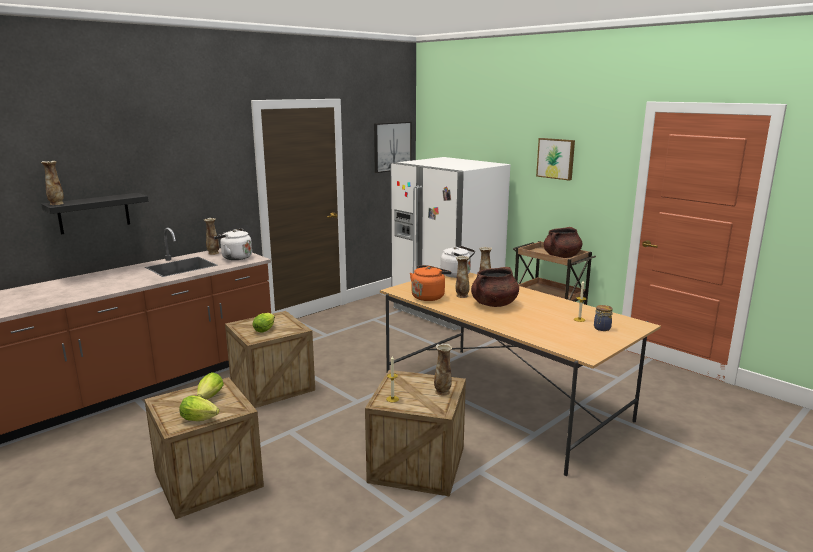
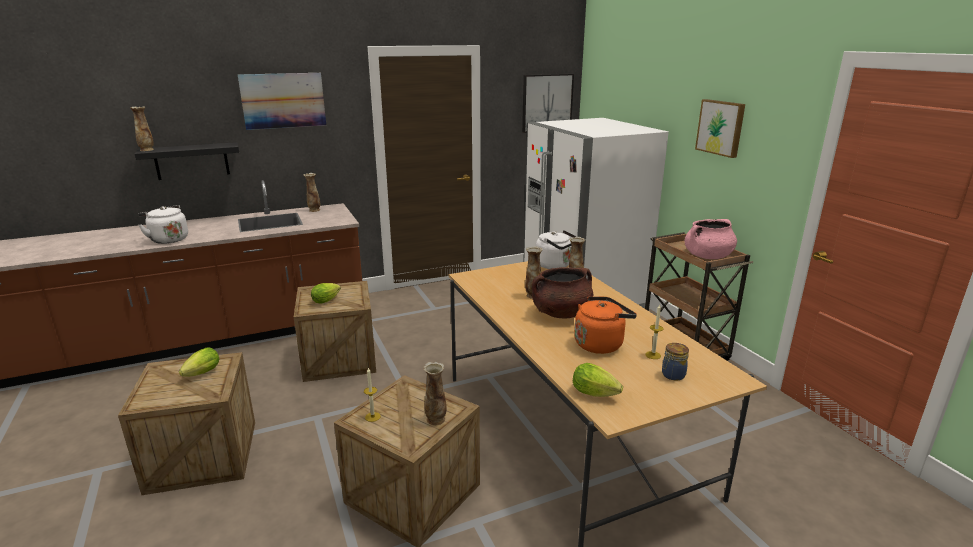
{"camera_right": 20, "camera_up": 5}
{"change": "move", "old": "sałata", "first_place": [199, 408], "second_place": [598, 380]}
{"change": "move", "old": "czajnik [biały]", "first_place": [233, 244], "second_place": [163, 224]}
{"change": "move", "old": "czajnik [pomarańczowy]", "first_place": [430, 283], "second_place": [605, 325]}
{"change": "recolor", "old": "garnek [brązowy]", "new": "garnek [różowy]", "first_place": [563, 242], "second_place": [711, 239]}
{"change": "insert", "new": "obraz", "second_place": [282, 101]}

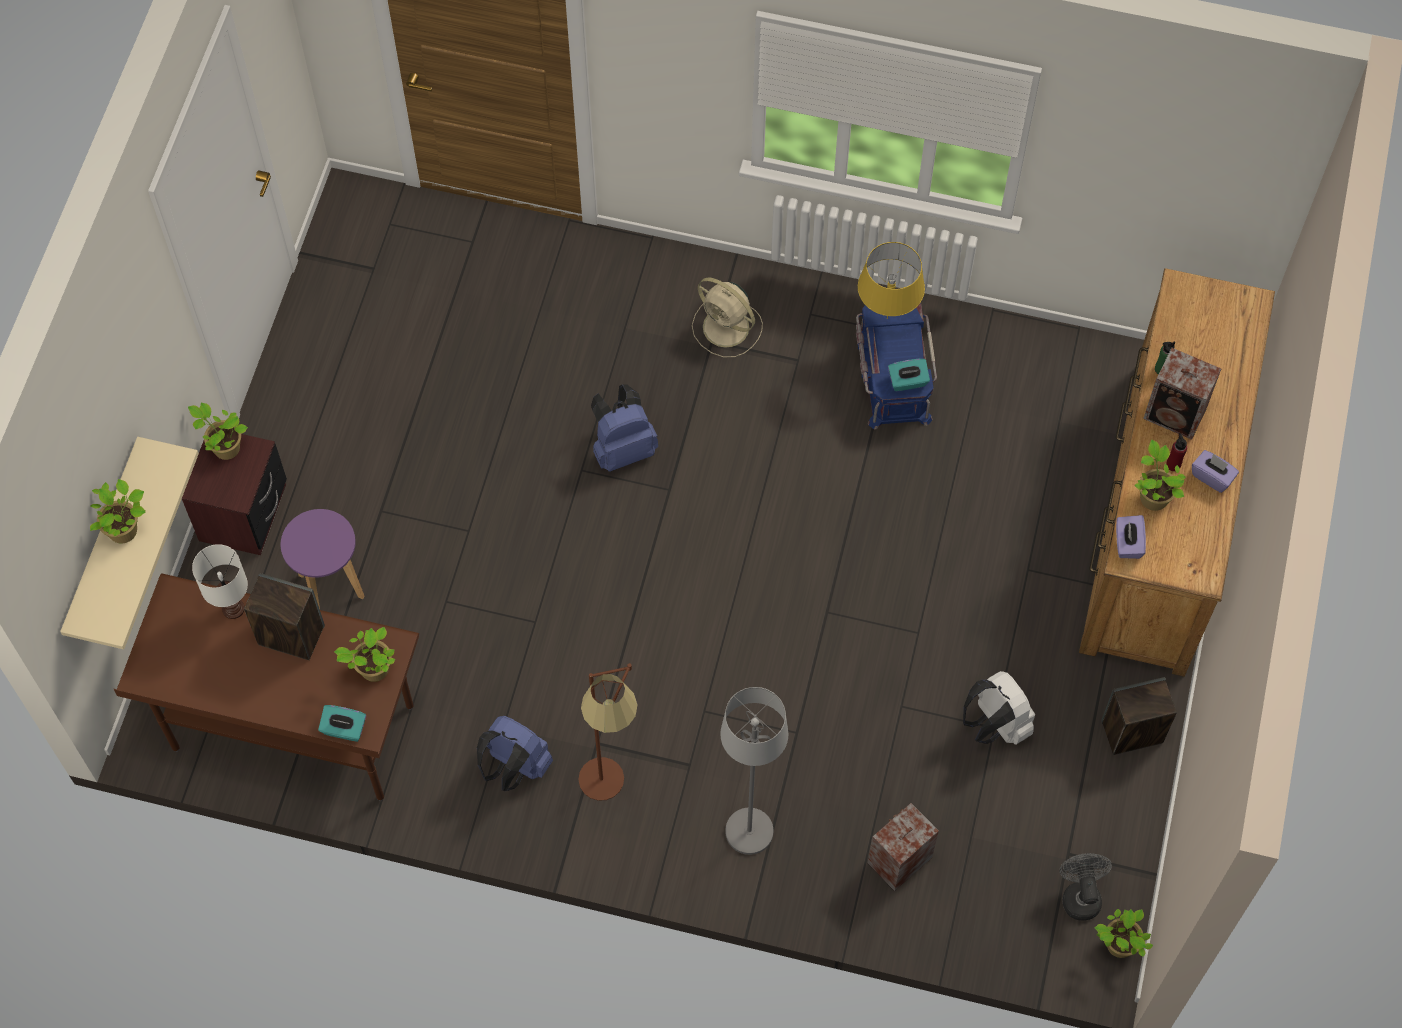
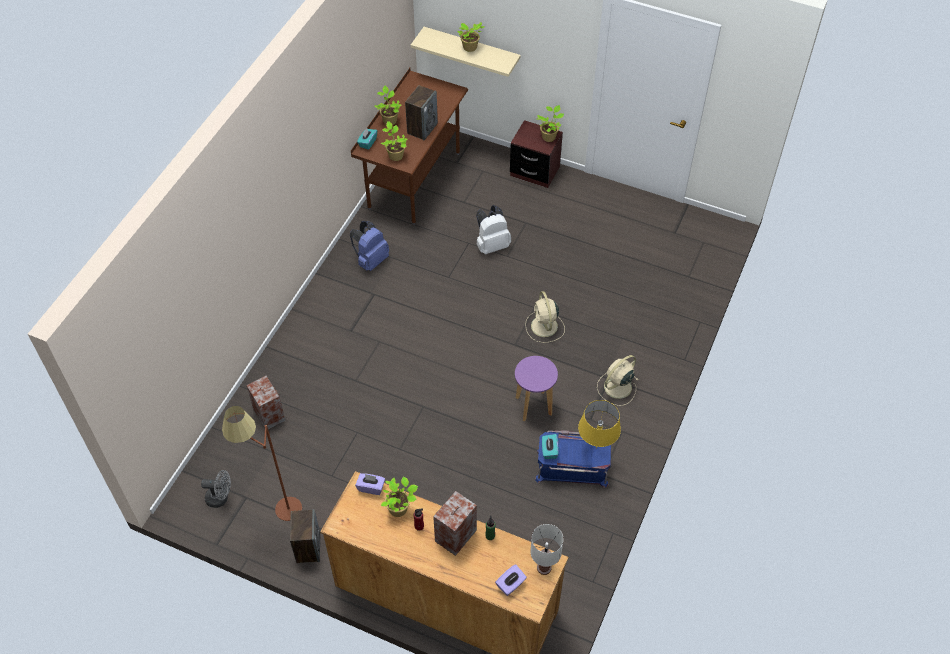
{"camera_right": 100, "camera_up": -10}
{"change": "move", "old": "lampa stołowa [biały]", "first_place": [220, 581], "second_place": [546, 549]}
{"change": "move", "old": "stołek [fioletowy]", "first_place": [323, 559], "second_place": [536, 388]}
{"change": "move", "old": "lampa stojąca [brązowy]", "first_place": [607, 732], "second_place": [262, 463]}
{"change": "replace", "old": "plecak [niebieski]", "new": "wentylator [beżowy]", "first_place": [624, 428], "second_place": [545, 317]}
{"change": "delete", "old": "lampa stojąca [szary]", "first_place": [754, 771]}
{"change": "move", "old": "plecak [biały]", "first_place": [999, 708], "second_place": [493, 229]}
{"change": "move", "old": "roślina doniczkowa", "first_place": [1124, 933], "second_place": [388, 105]}
{"change": "move", "old": "pudełko chusteczek [fioletowy]", "first_place": [1215, 471], "second_place": [511, 580]}

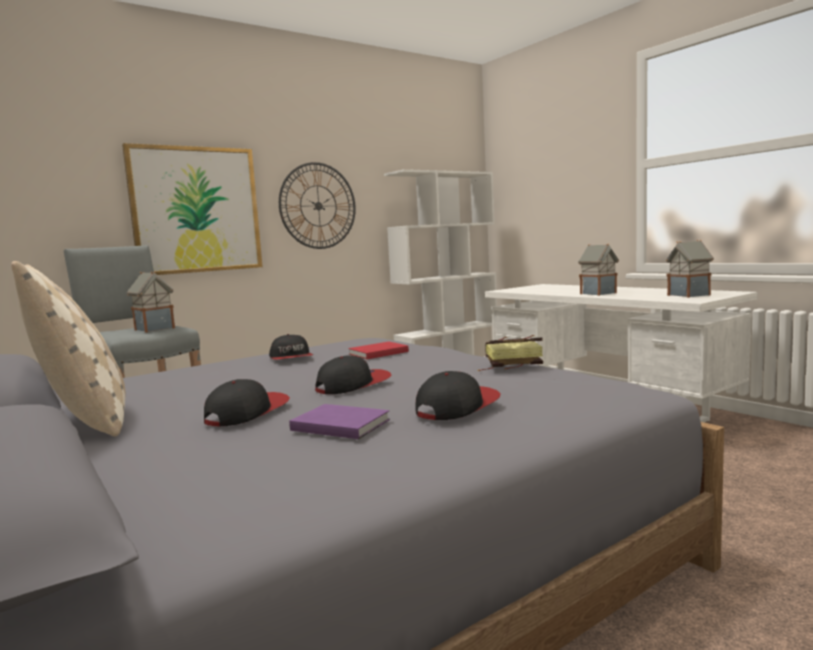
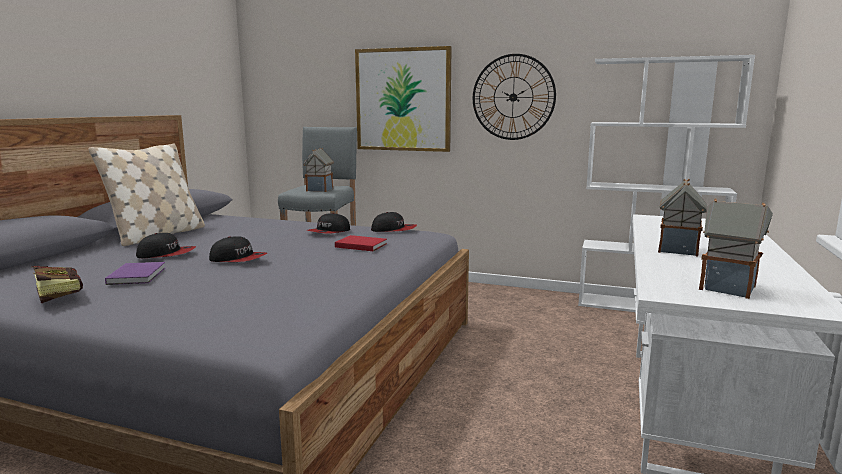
{"camera_right": 55, "camera_up": 5}
{"change": "move", "old": "czapka z daszkiem", "first_place": [458, 395], "second_place": [394, 222]}
{"change": "move", "old": "książka", "first_place": [510, 353], "second_place": [57, 284]}

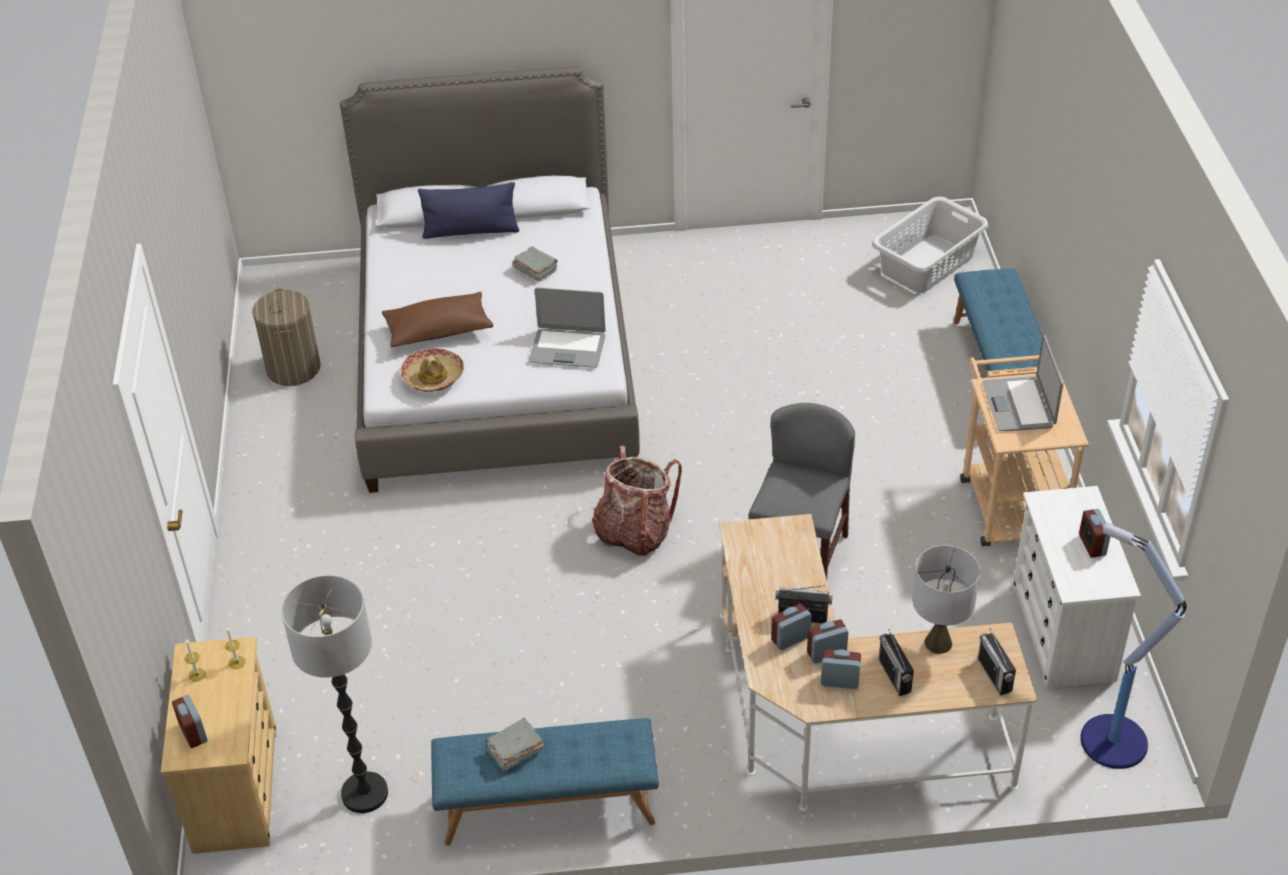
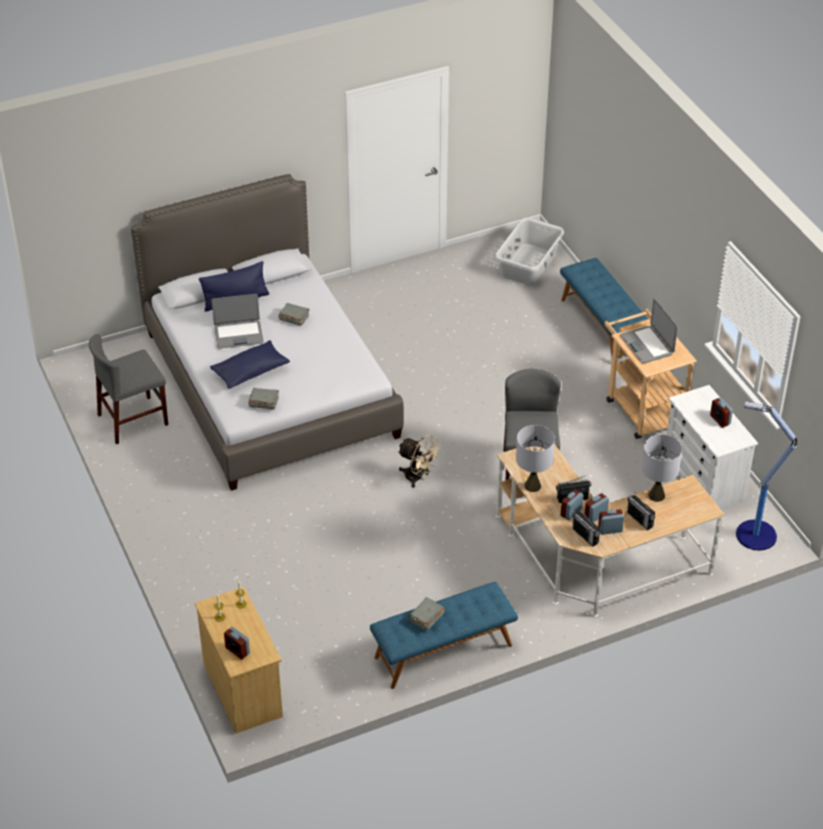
{"camera_right": -20, "camera_up": 0}
{"change": "replace", "old": "kosz na pranie", "new": "krzesło [szary]", "first_place": [286, 337], "second_place": [128, 389]}
{"change": "delete", "old": "lampa stojąca", "first_place": [334, 694]}
{"change": "recolor", "old": "poduszka [brązowy]", "new": "poduszka [niebieski]", "first_place": [437, 319], "second_place": [250, 364]}
{"change": "replace", "old": "kapelusz", "new": "książka [szary]", "first_place": [432, 370], "second_place": [263, 398]}
{"change": "move", "old": "laptop", "first_place": [567, 327], "second_place": [238, 321]}
{"change": "replace", "old": "plecak", "new": "wentylator [beżowy]", "first_place": [637, 501], "second_place": [419, 461]}
{"change": "move", "old": "radio", "first_place": [997, 662], "second_place": [586, 527]}
{"change": "insert", "new": "lampa stołowa [szary]", "second_place": [535, 458]}

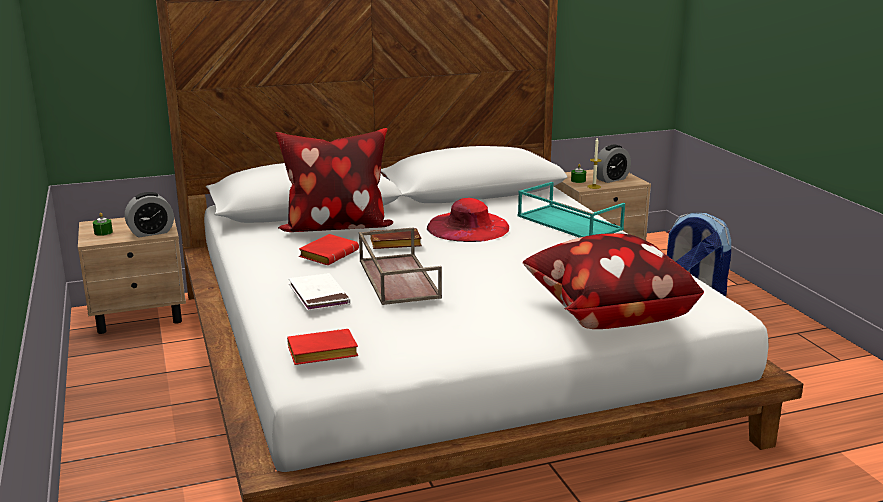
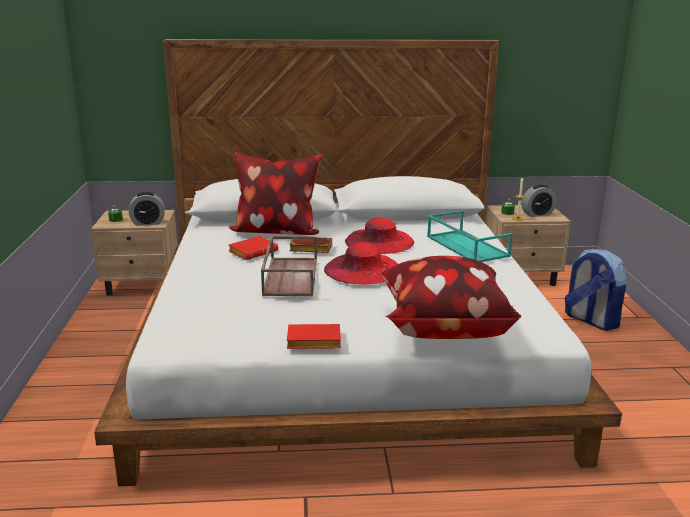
{"camera_right": 15, "camera_up": 0}
{"change": "move", "old": "książka [czerwony]", "first_place": [322, 347], "second_place": [314, 336]}
{"change": "delete", "old": "książka [biały]", "first_place": [319, 292]}
{"change": "insert", "new": "kapelusz [czerwony]", "second_place": [361, 263]}

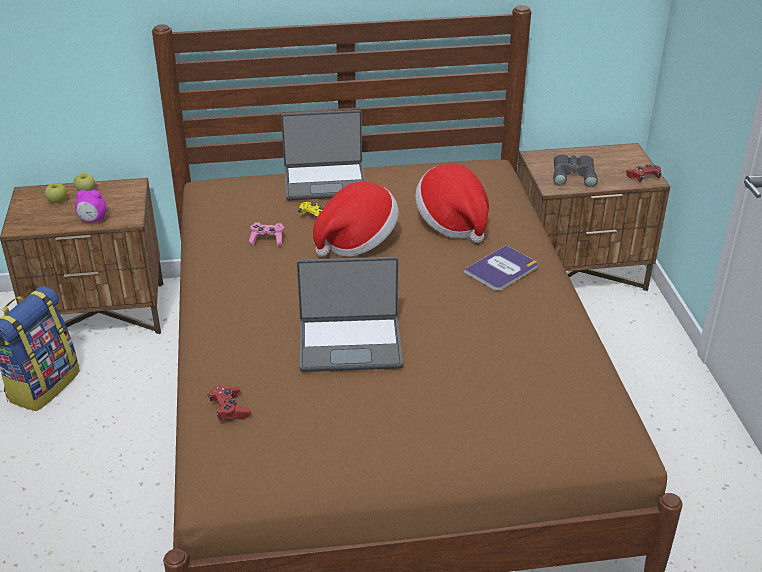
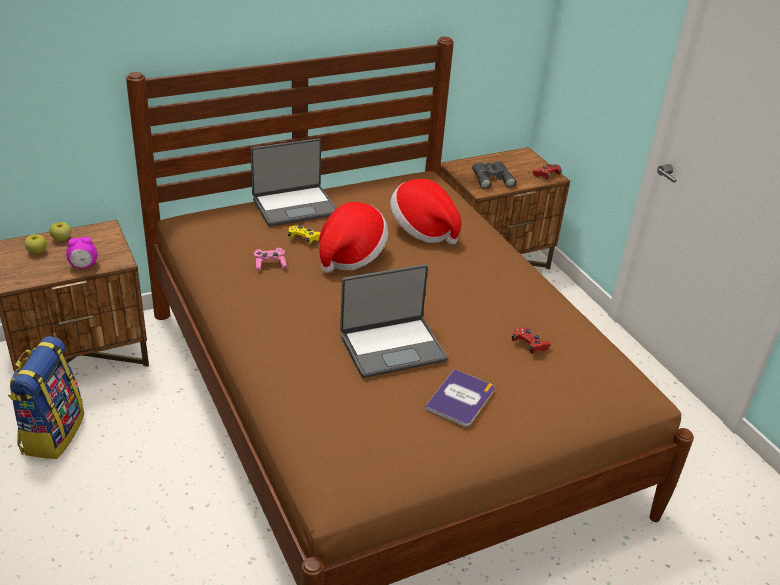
{"camera_right": -20, "camera_up": 0}
{"change": "move", "old": "pad do gier [czerwony]", "first_place": [229, 403], "second_place": [531, 341]}
{"change": "move", "old": "książka", "first_place": [501, 268], "second_place": [459, 398]}

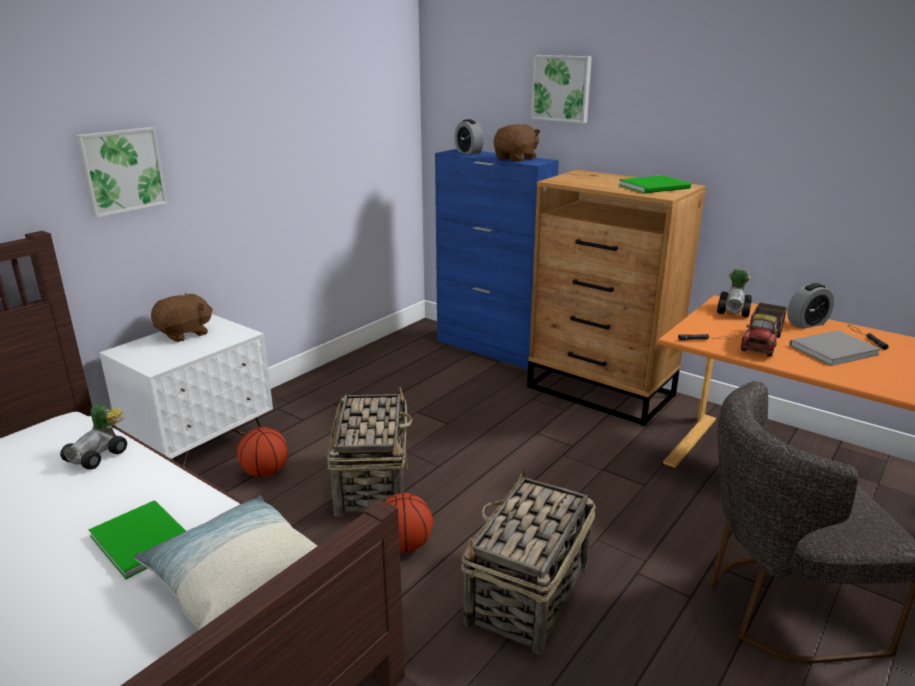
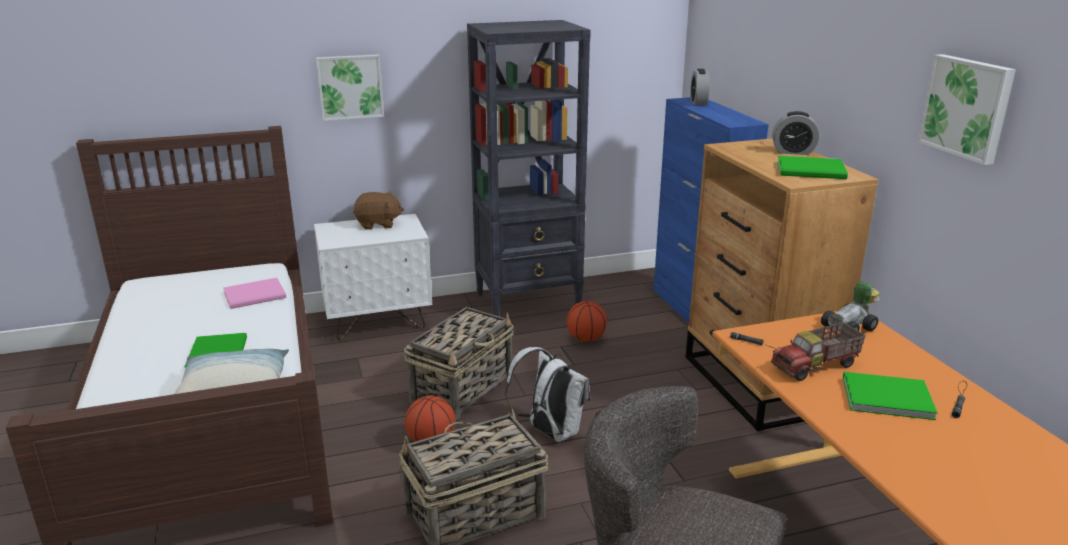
{"camera_right": 35, "camera_up": 0}
{"change": "replace", "old": "samochodzik", "new": "książka [różowy]", "first_place": [93, 437], "second_place": [254, 293]}
{"change": "move", "old": "piłka do koszykówki", "first_place": [262, 452], "second_place": [587, 321]}
{"change": "delete", "old": "pluszak [brązowy]", "first_place": [517, 143]}
{"change": "move", "old": "obraz", "first_place": [561, 89], "second_place": [966, 109]}
{"change": "move", "old": "budzik", "first_place": [810, 306], "second_place": [795, 133]}
{"change": "recolor", "old": "książka [szary]", "new": "książka [zielony]", "first_place": [835, 348], "second_place": [890, 396]}
{"change": "insert", "new": "regał [czarny]", "second_place": [529, 168]}
{"change": "insert", "new": "plecak [biały]", "second_place": [547, 394]}

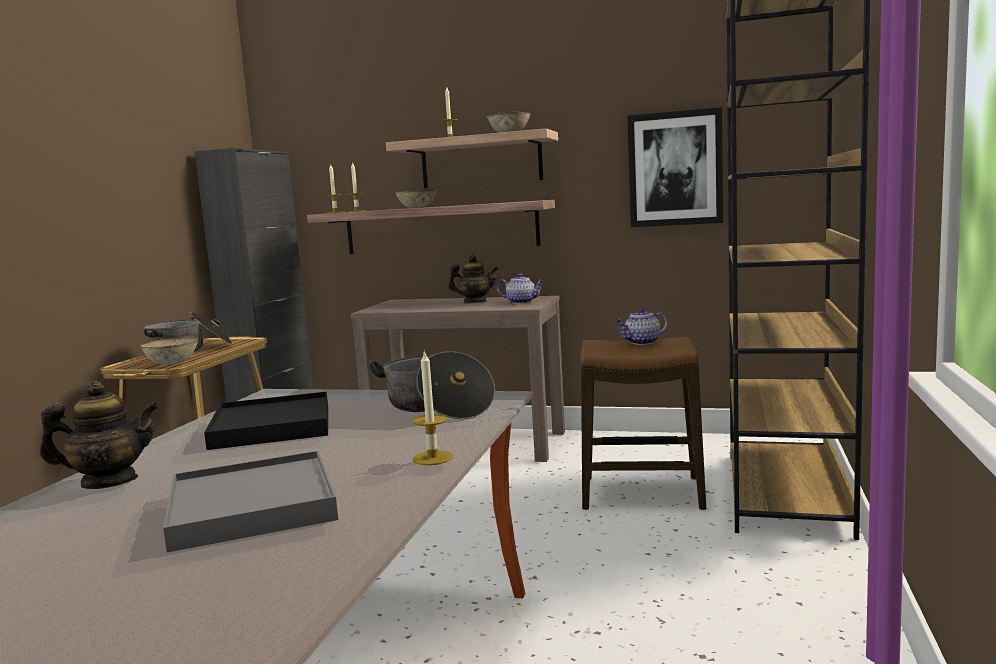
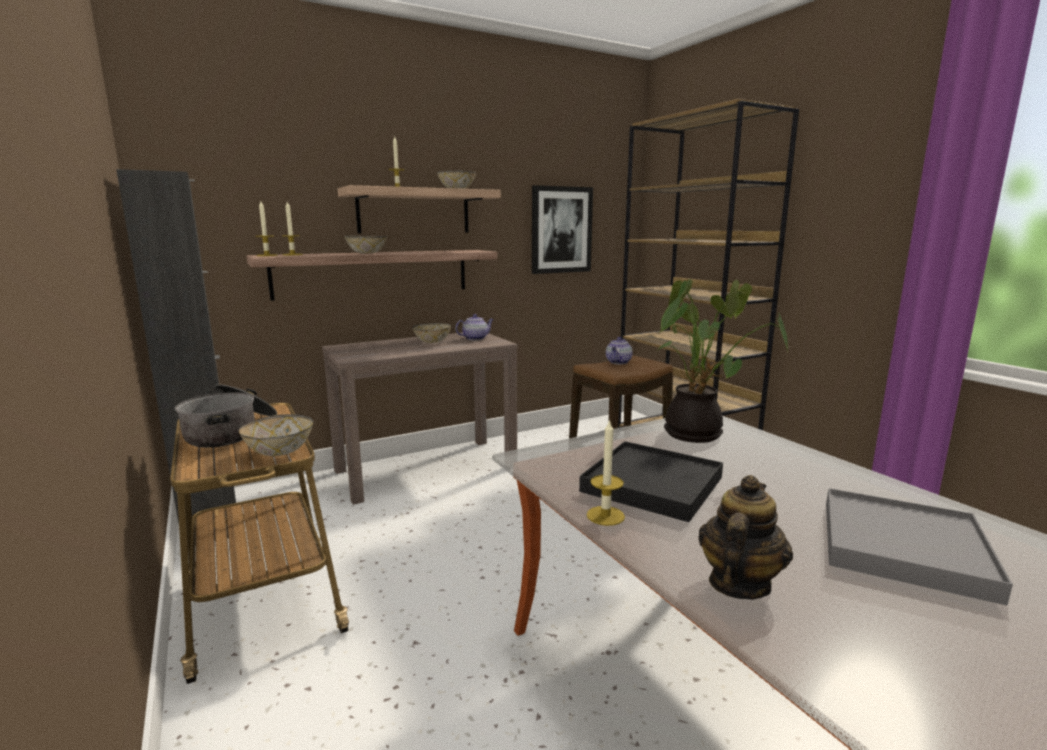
{"camera_right": -45, "camera_up": 5}
{"change": "replace", "old": "garnek", "new": "roślina doniczkowa", "first_place": [432, 385], "second_place": [723, 361]}
{"change": "move", "old": "świeca", "first_place": [432, 407], "second_place": [606, 472]}
{"change": "replace", "old": "imbryk", "new": "miska", "first_place": [473, 279], "second_place": [431, 333]}

